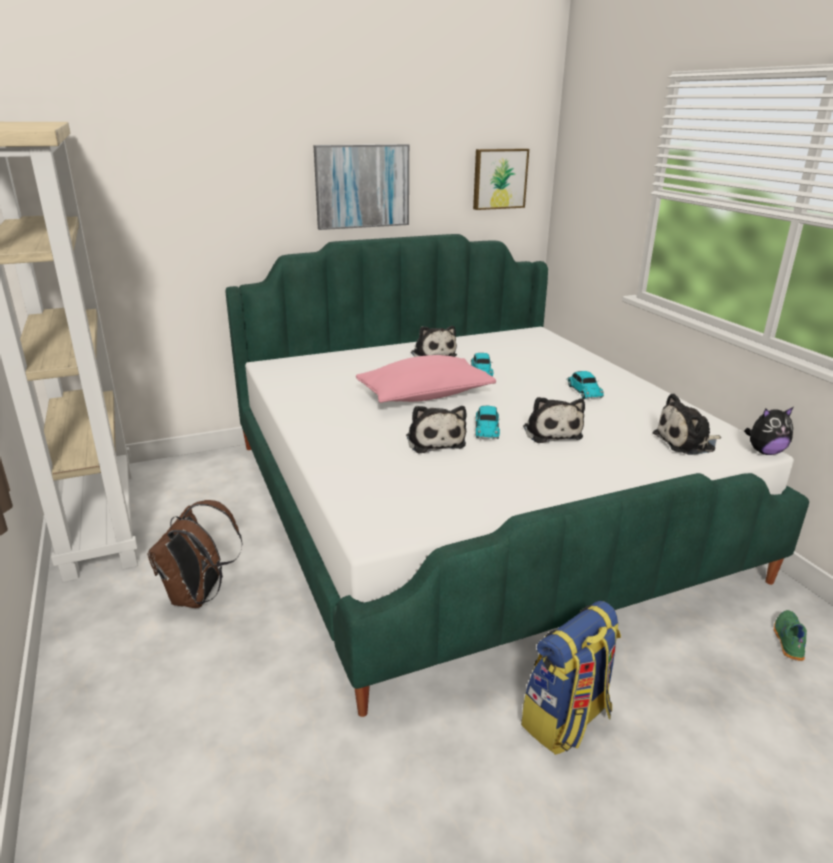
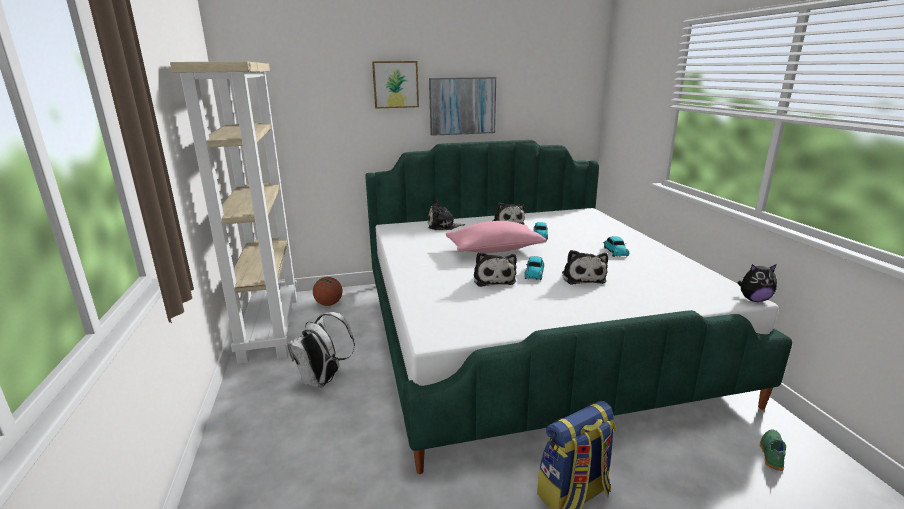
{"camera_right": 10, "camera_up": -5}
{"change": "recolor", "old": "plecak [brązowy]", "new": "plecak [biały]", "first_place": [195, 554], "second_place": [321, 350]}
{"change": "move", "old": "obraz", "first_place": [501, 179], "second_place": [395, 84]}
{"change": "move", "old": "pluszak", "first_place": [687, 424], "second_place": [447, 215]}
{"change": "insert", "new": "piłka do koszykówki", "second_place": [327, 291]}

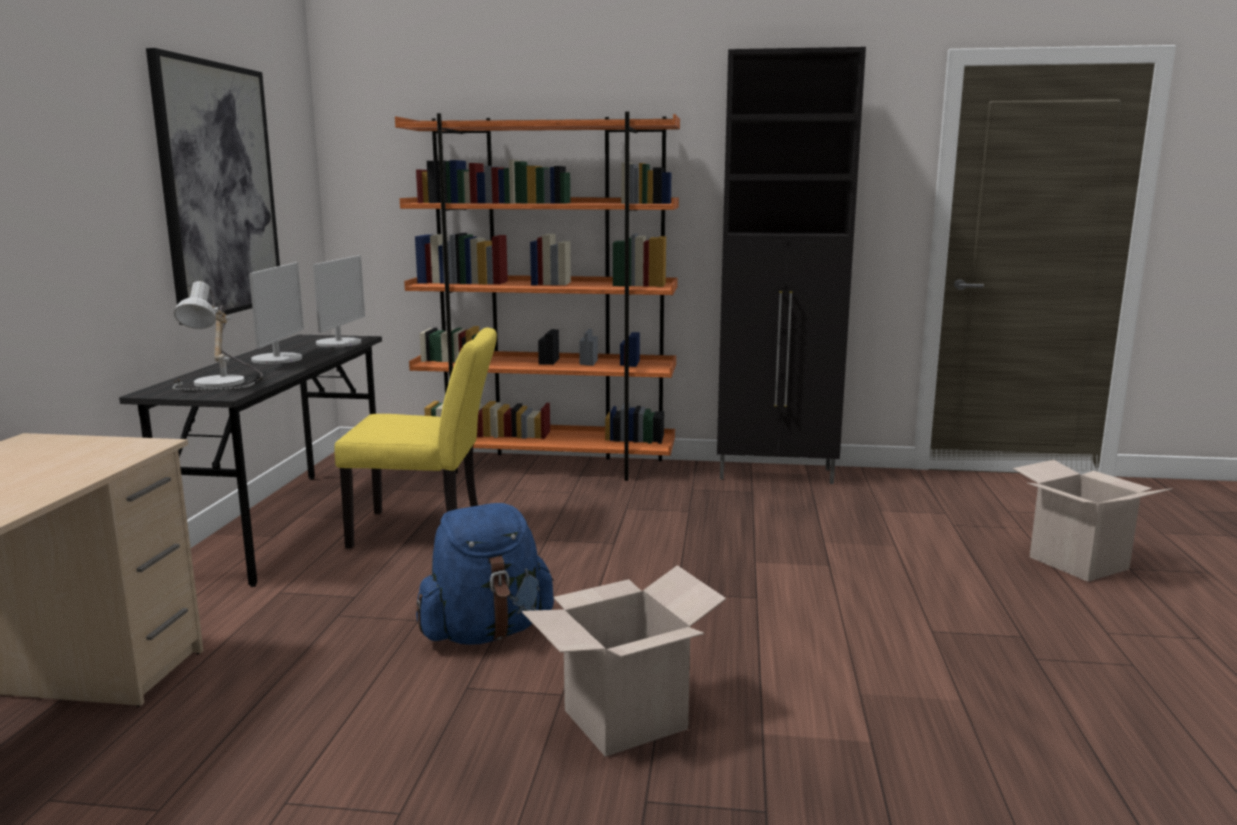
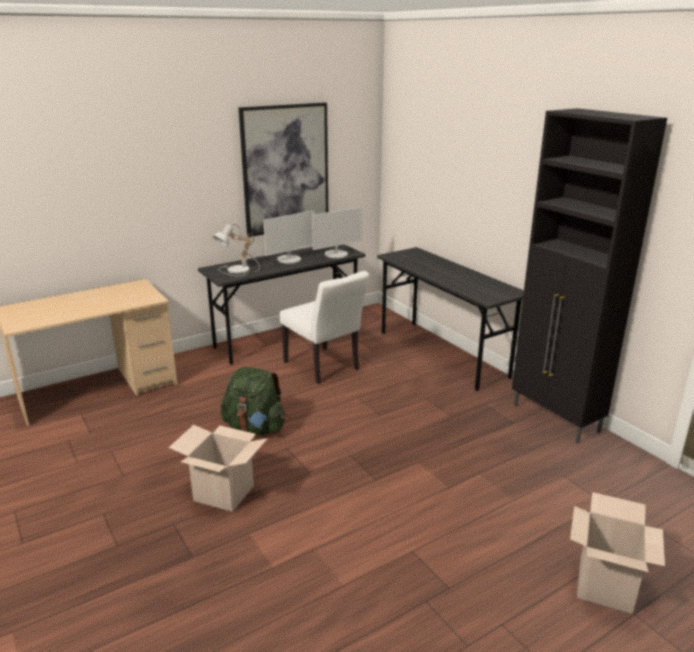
{"camera_right": 50, "camera_up": 10}
{"change": "recolor", "old": "krzesło [żółty]", "new": "krzesło [biały]", "first_place": [415, 437], "second_place": [325, 327]}
{"change": "replace", "old": "regał [pomarańczowy]", "new": "biurko [szary]", "first_place": [537, 296], "second_place": [450, 319]}
{"change": "recolor", "old": "plecak [niebieski]", "new": "plecak [zielony]", "first_place": [485, 574], "second_place": [253, 401]}

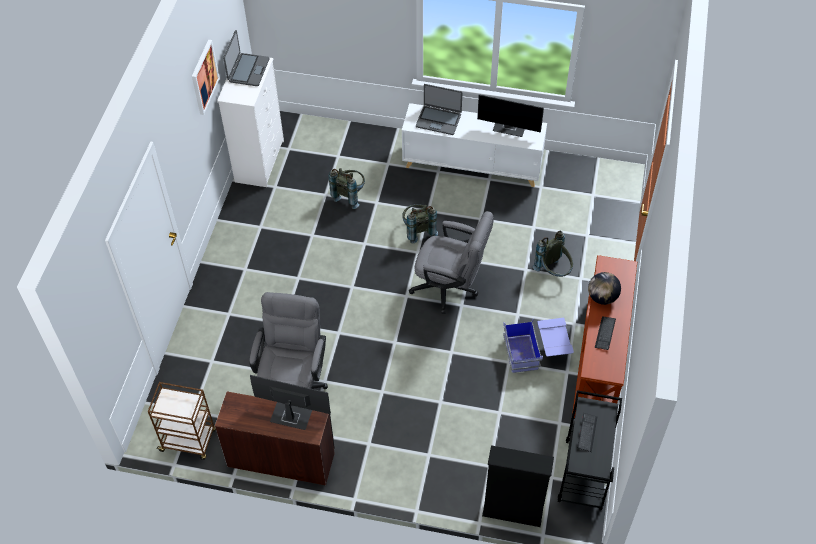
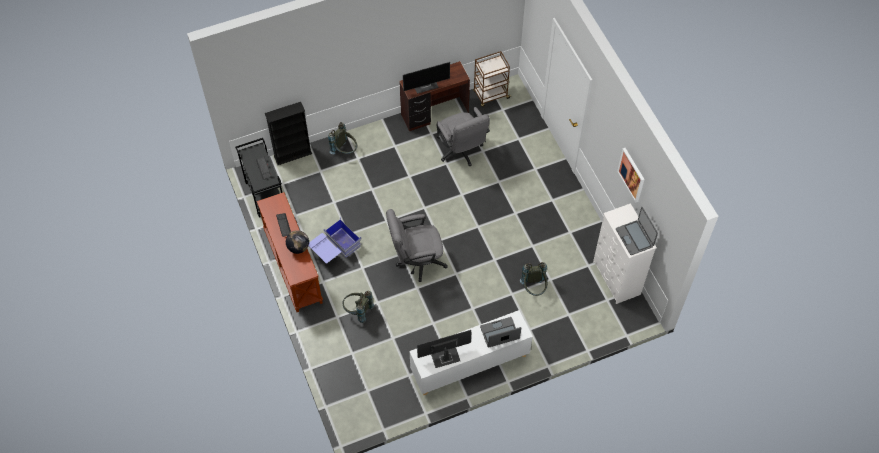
{"camera_right": 145, "camera_up": 5}
{"change": "move", "old": "plecak [szary]", "first_place": [420, 224], "second_place": [342, 138]}

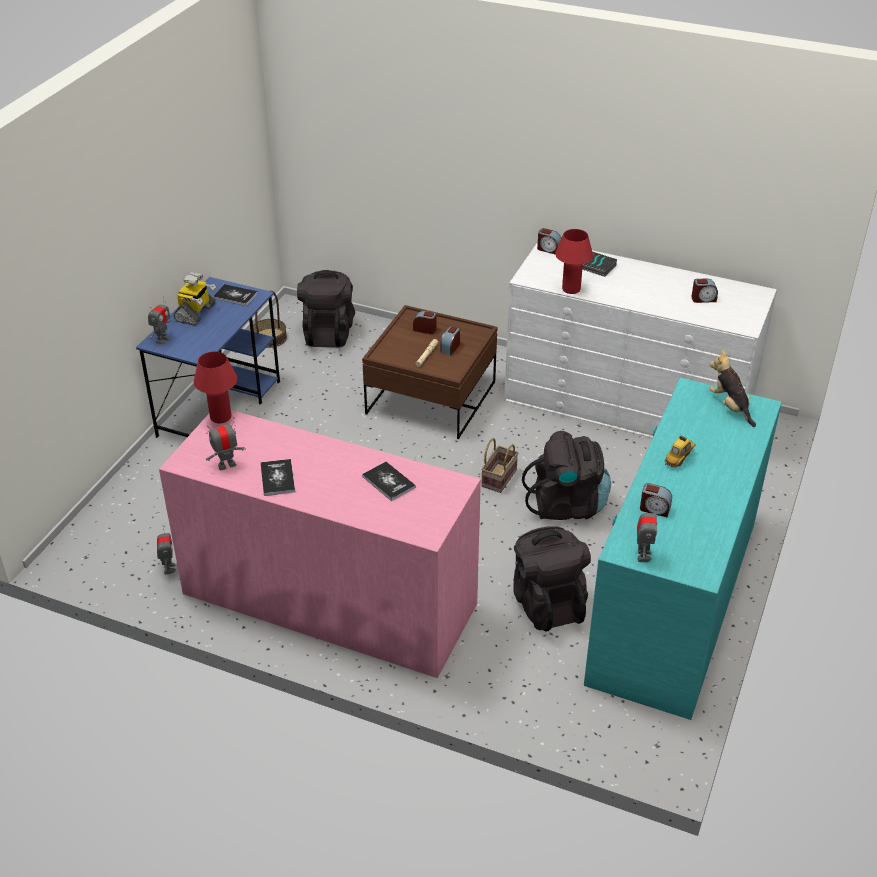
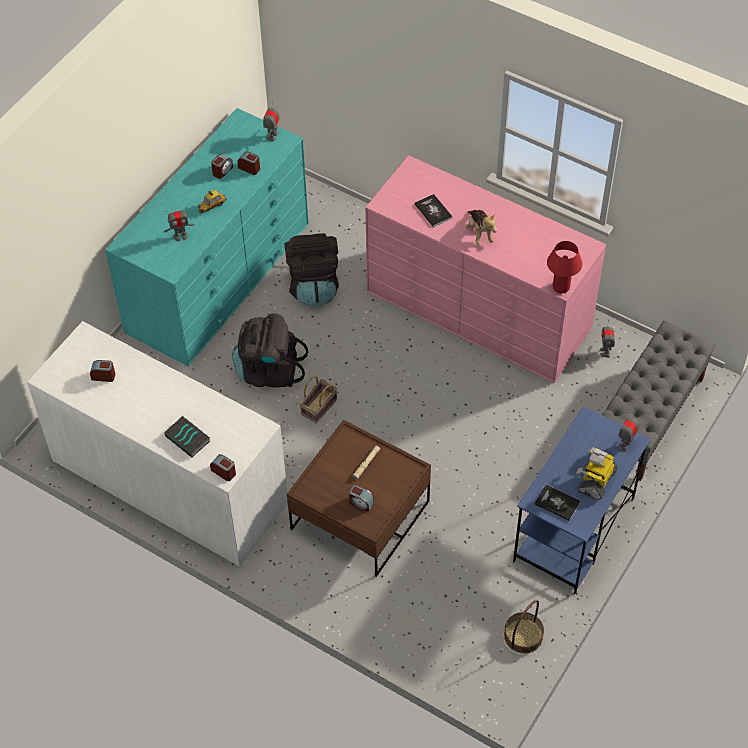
{"camera_right": -170, "camera_up": 15}
{"change": "move", "old": "robot zabawkowy", "first_place": [225, 444], "second_place": [179, 224]}
{"change": "delete", "old": "książka", "first_place": [278, 477]}
{"change": "delete", "old": "plecak [czarny]", "first_place": [326, 308]}
{"change": "move", "old": "budzik", "first_place": [450, 340], "second_place": [222, 166]}
{"change": "delete", "old": "lampa stołowa [czerwony]", "first_place": [574, 261]}
{"change": "move", "old": "pluszak", "first_place": [732, 388], "second_place": [481, 227]}
{"change": "insert", "new": "ławka [szary]", "second_place": [659, 400]}

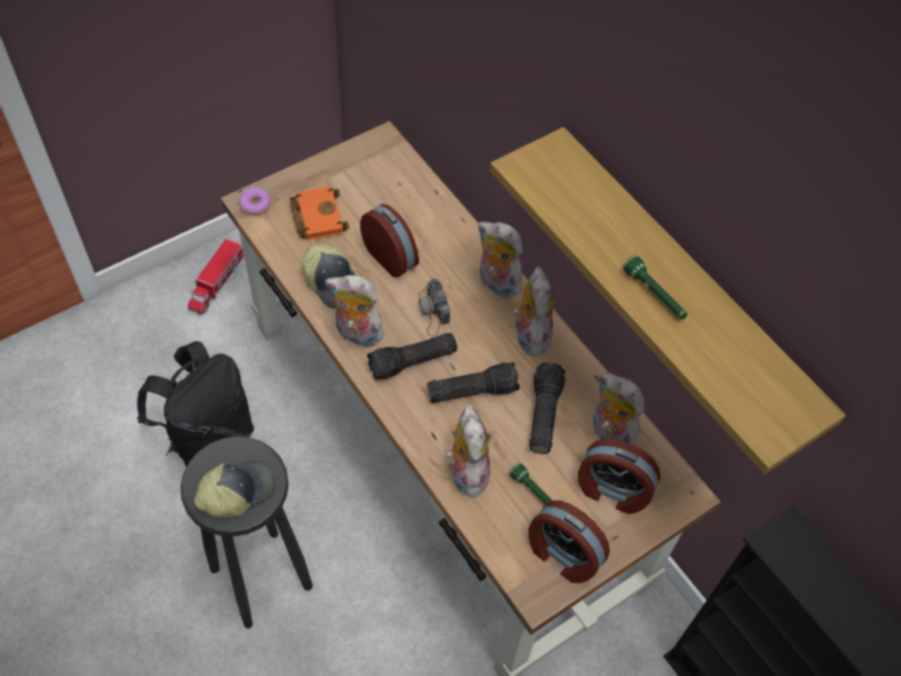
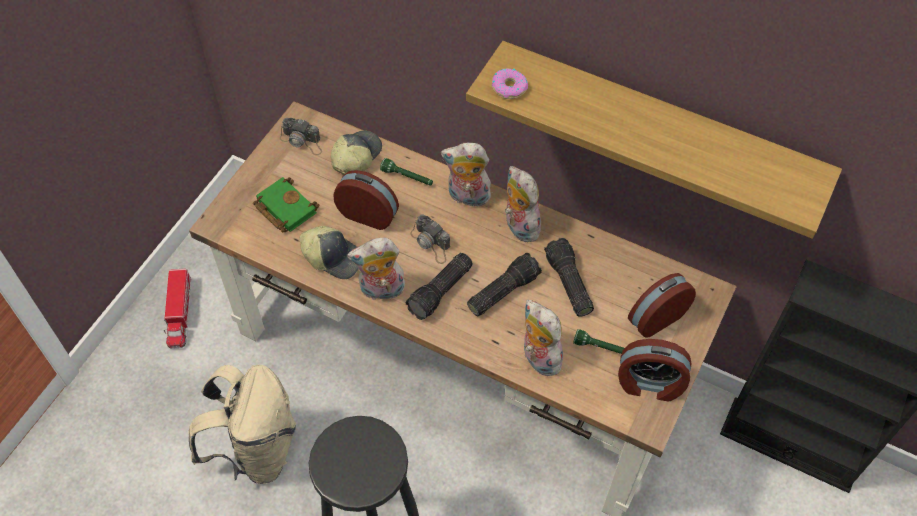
{"camera_right": -25, "camera_up": 0}
{"change": "recolor", "old": "plecak [czarny]", "new": "plecak [beżowy]", "first_place": [195, 404], "second_place": [242, 424]}
{"change": "move", "old": "czapka z daszkiem", "first_place": [235, 489], "second_place": [356, 153]}
{"change": "move", "old": "donut", "first_place": [255, 201], "second_place": [510, 84]}
{"change": "recolor", "old": "książka [pomarańczowy]", "new": "książka [zielony]", "first_place": [319, 213], "second_place": [286, 204]}
{"change": "rotate", "old": "budzik", "first_place": [619, 476], "second_place": [662, 305], "degrees": 150}
{"change": "delete", "old": "pluszak", "first_place": [618, 409]}
{"change": "move", "old": "latarka [zielony]", "first_place": [655, 287], "second_place": [406, 171]}
{"change": "insert", "new": "aparat fotograficzny", "second_place": [301, 136]}

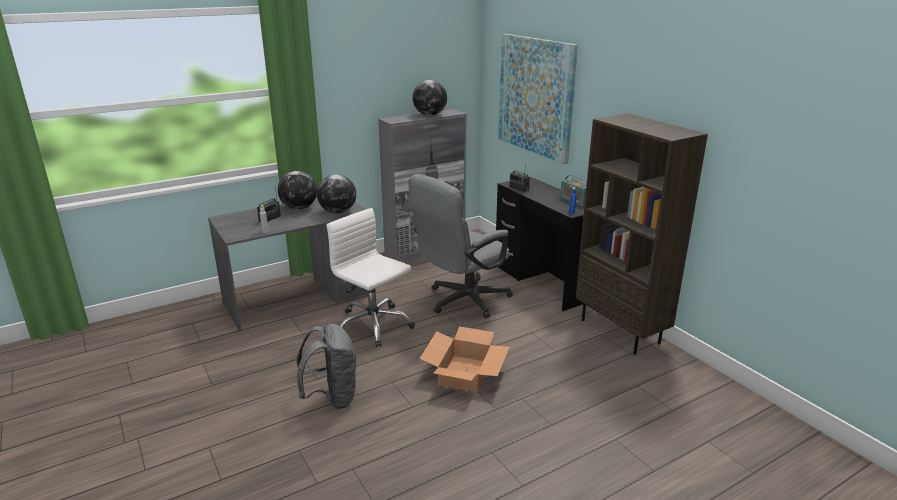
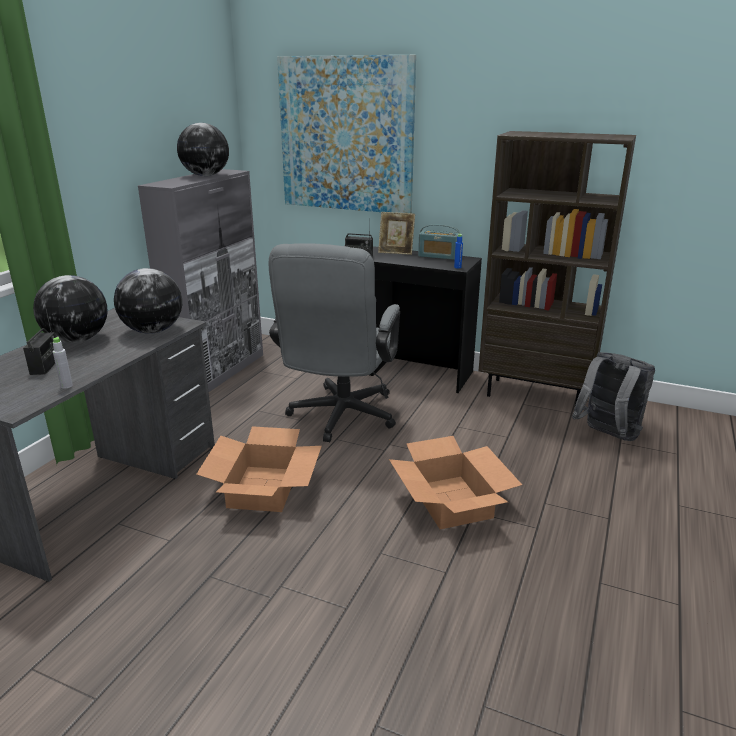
{"camera_right": -35, "camera_up": 0}
{"change": "move", "old": "plecak [szary]", "first_place": [326, 366], "second_place": [613, 396]}
{"change": "replace", "old": "krzesło biurowe [biały]", "new": "karton", "first_place": [370, 278], "second_place": [259, 469]}
{"change": "insert", "new": "ramka na zdjęcie", "second_place": [396, 233]}

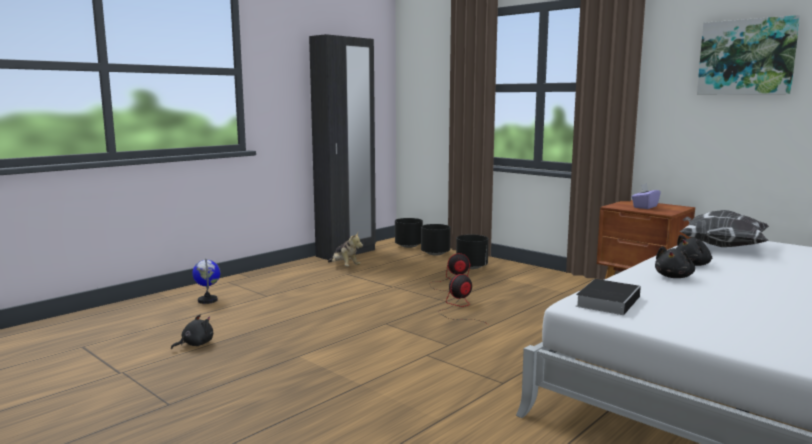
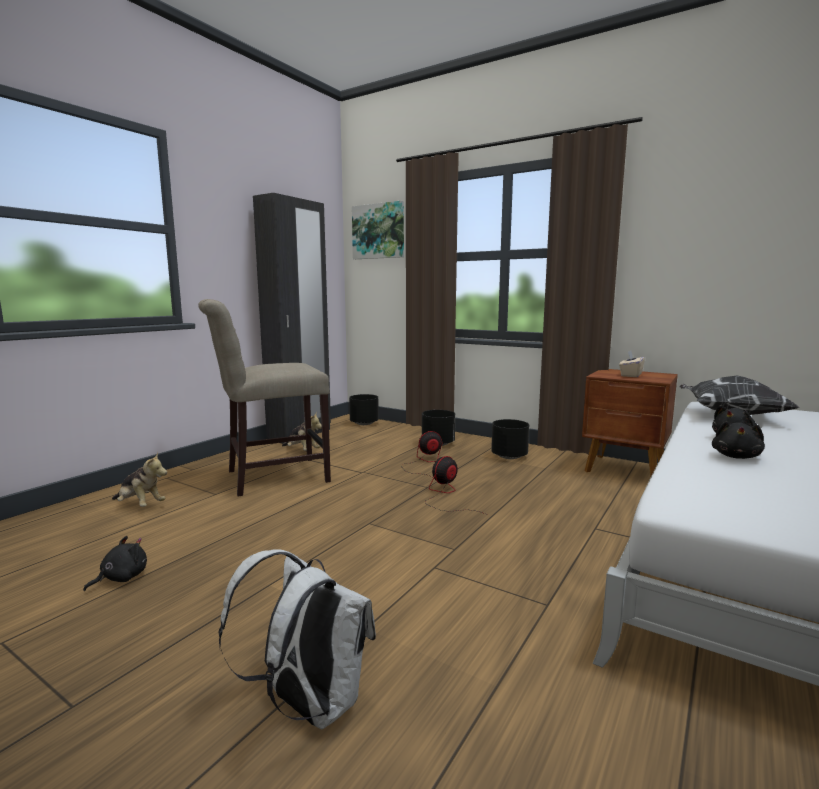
{"camera_right": -10, "camera_up": 0}
{"change": "replace", "old": "globus", "new": "pluszak", "first_place": [206, 281], "second_place": [139, 479]}
{"change": "move", "old": "donica [czarny]", "first_place": [436, 239], "second_place": [510, 439]}
{"change": "delete", "old": "książka", "first_place": [608, 297]}
{"change": "recolor", "old": "pudełko chusteczek [fioletowy]", "new": "pudełko chusteczek [beżowy]", "first_place": [646, 196], "second_place": [632, 364]}
{"change": "move", "old": "obraz", "first_place": [748, 55], "second_place": [378, 230]}
{"change": "insert", "new": "krzesło [beżowy]", "second_place": [264, 397]}
{"change": "insert", "new": "plecak [biały]", "second_place": [297, 639]}

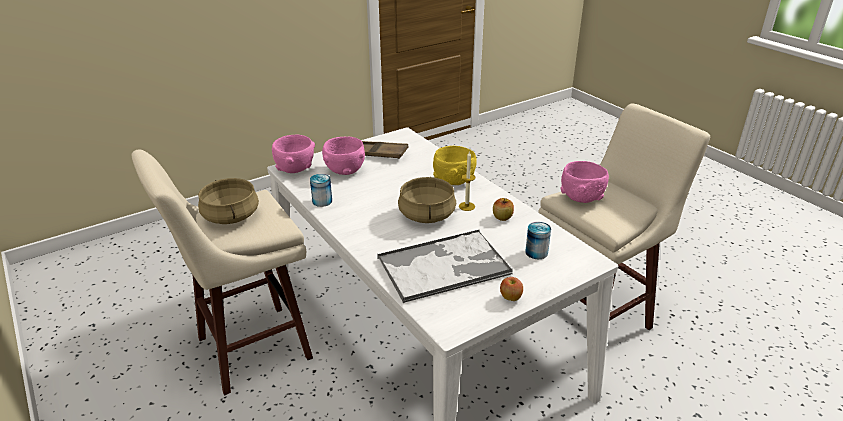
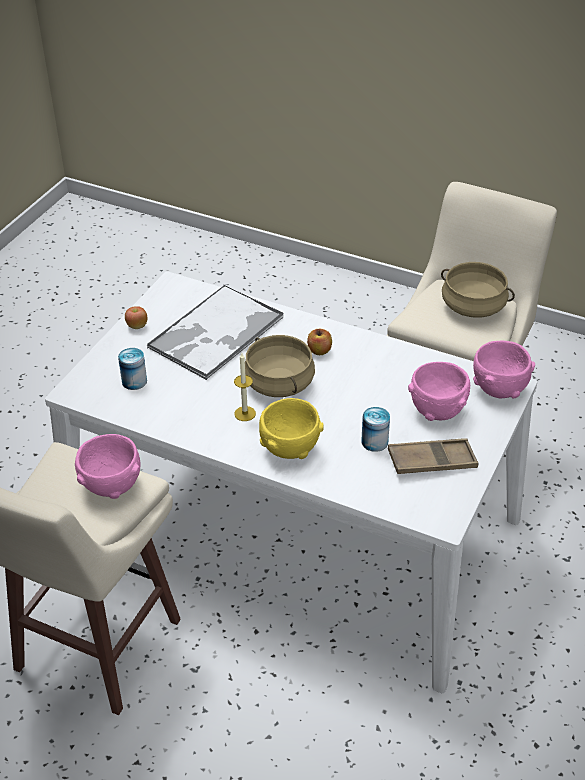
{"camera_right": 150, "camera_up": 10}
{"change": "move", "old": "puszka", "first_place": [321, 190], "second_place": [375, 429]}
{"change": "move", "old": "jabłko", "first_place": [503, 209], "second_place": [319, 342]}

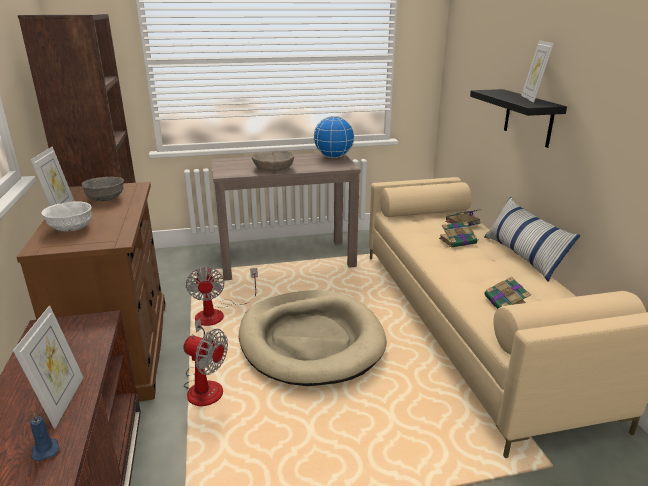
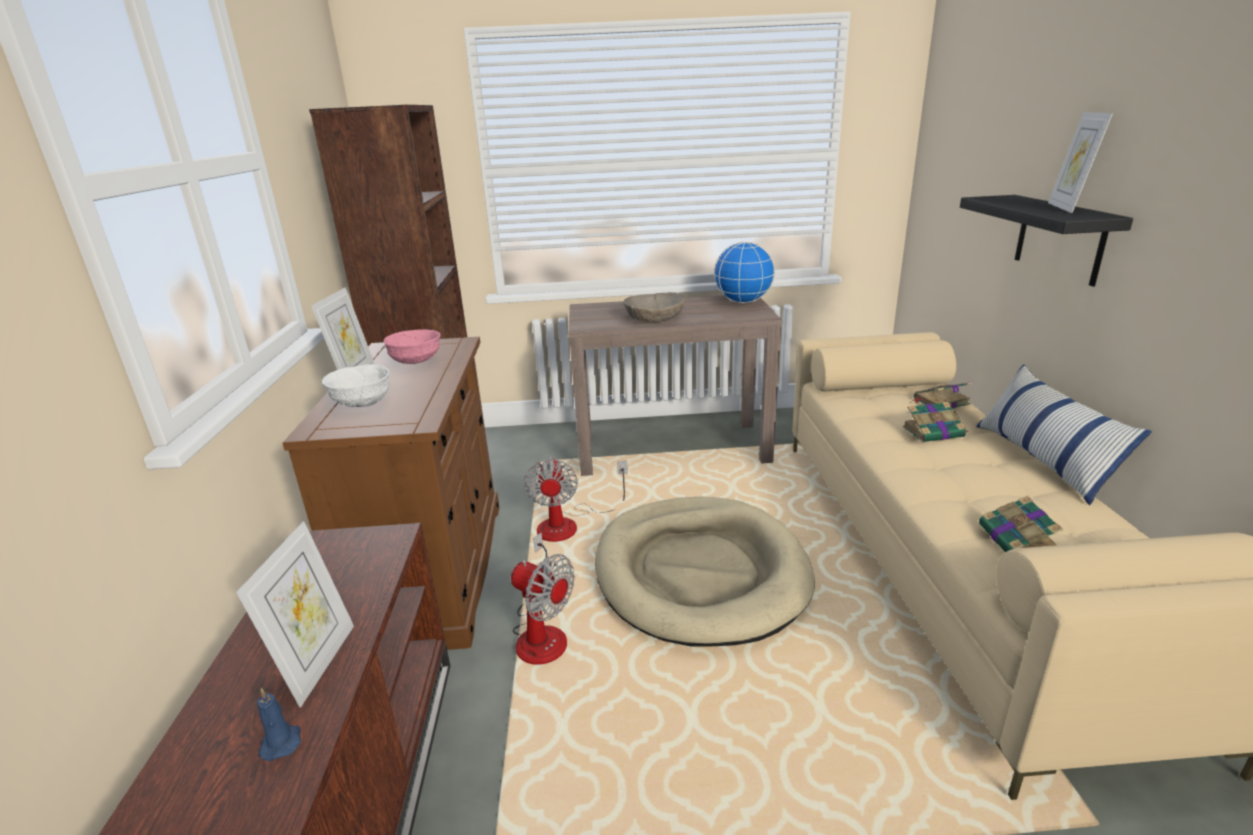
{"camera_right": 10, "camera_up": 0}
{"change": "recolor", "old": "miska [szary]", "new": "miska [różowy]", "first_place": [103, 189], "second_place": [412, 346]}

